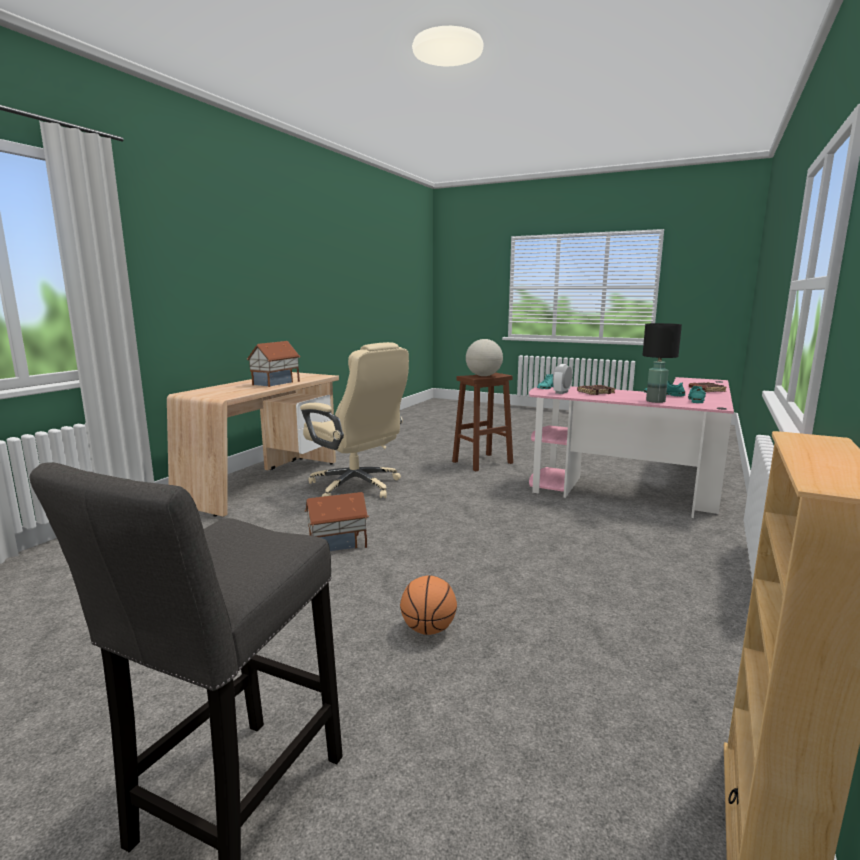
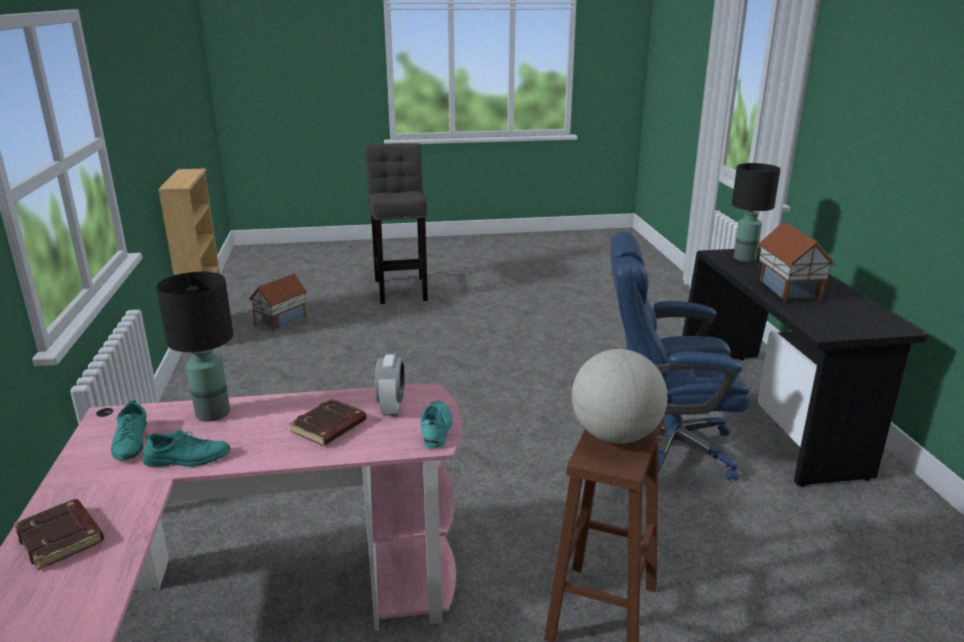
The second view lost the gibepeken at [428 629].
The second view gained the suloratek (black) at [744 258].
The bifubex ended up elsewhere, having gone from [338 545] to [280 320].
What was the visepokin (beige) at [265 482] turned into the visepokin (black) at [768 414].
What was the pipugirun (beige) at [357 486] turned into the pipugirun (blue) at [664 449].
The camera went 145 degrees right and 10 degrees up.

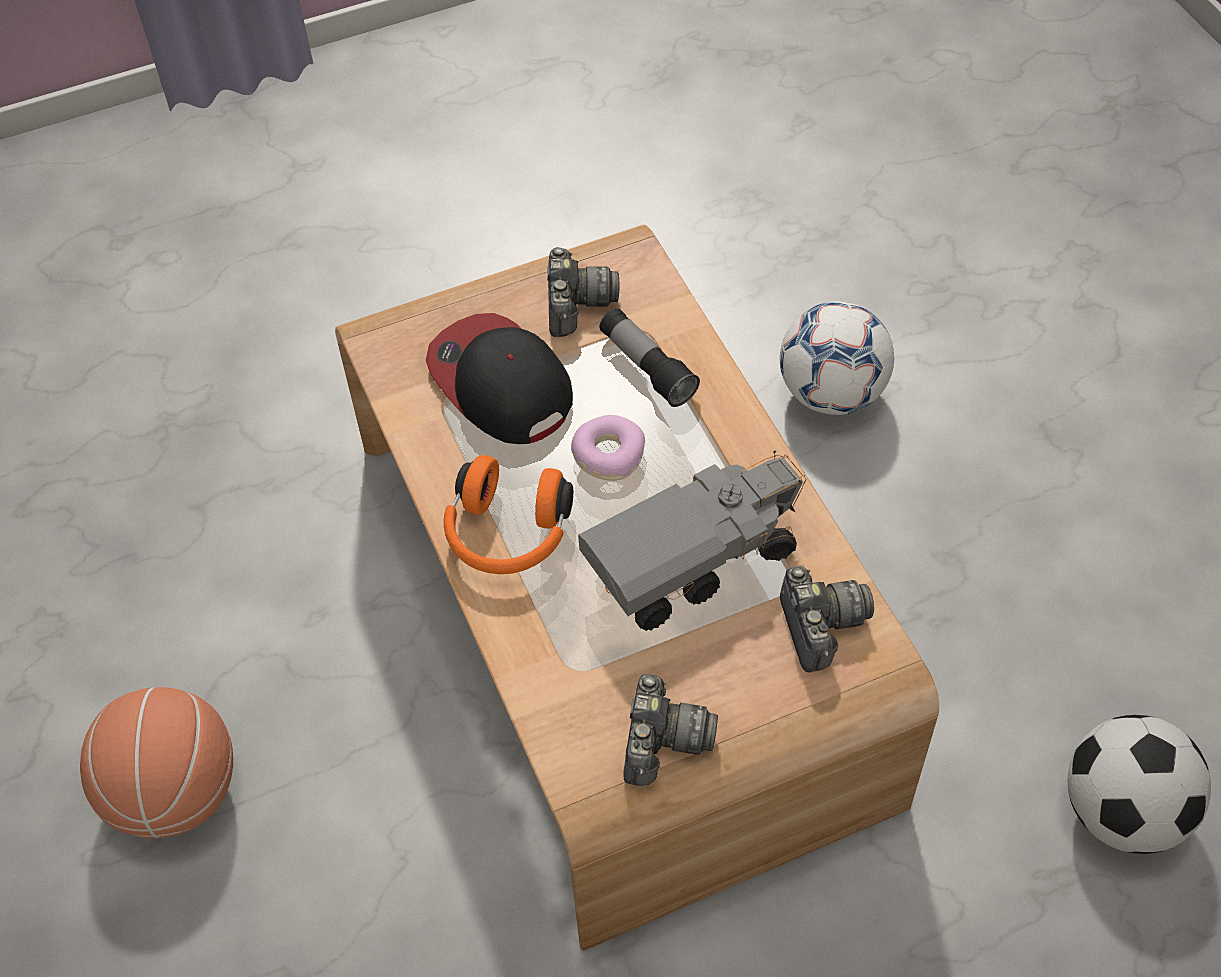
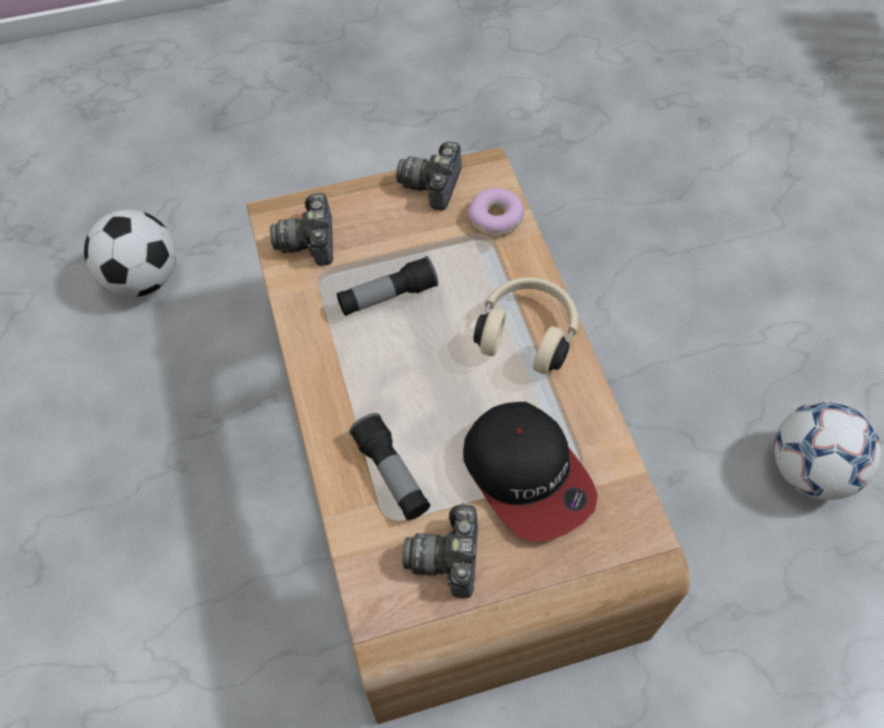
The second view lost the gibepeken at [175 792].
The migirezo ended up elsewhere, having gone from [608 455] to [495 218].
The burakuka ended up elsewhere, having gone from [831 393] to [809 470].
Where the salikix stood at [694 560], the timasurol came to stand at [387 296].
What was the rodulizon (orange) at [507 535] turned into the rodulizon (beige) at [527 333].
The camera went 175 degrees left and 5 degrees up.

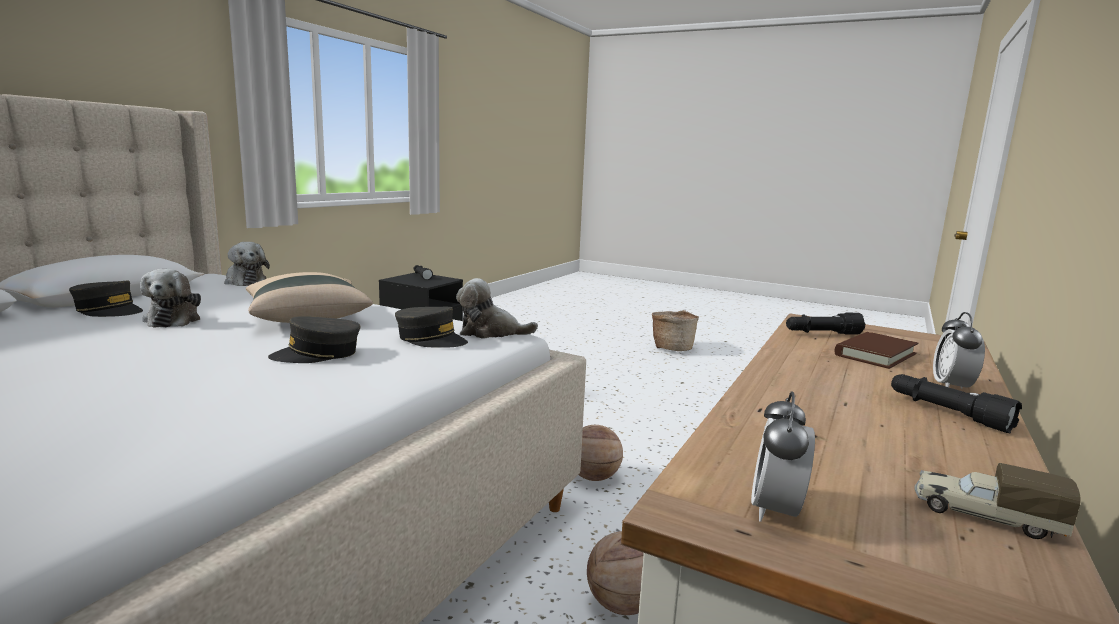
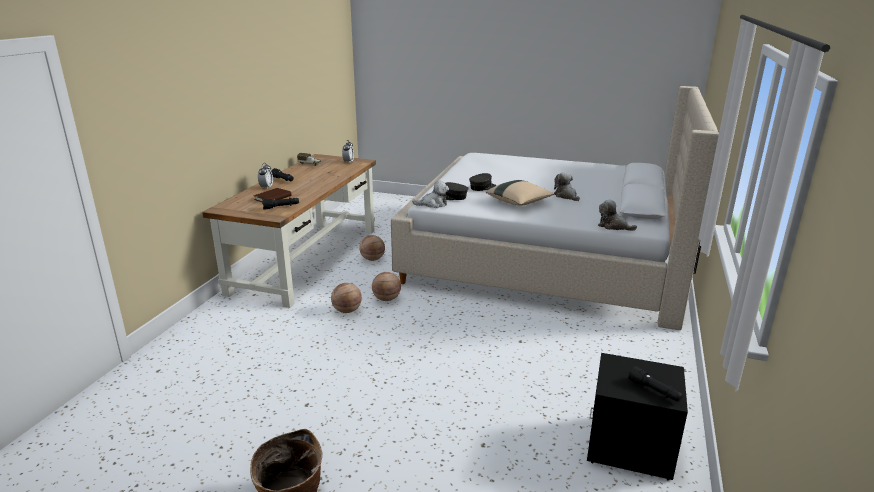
The second view lost the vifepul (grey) at [109 310].
The second view gained the gibepeken at [347 311].
The camera went 170 degrees right and 10 degrees up.

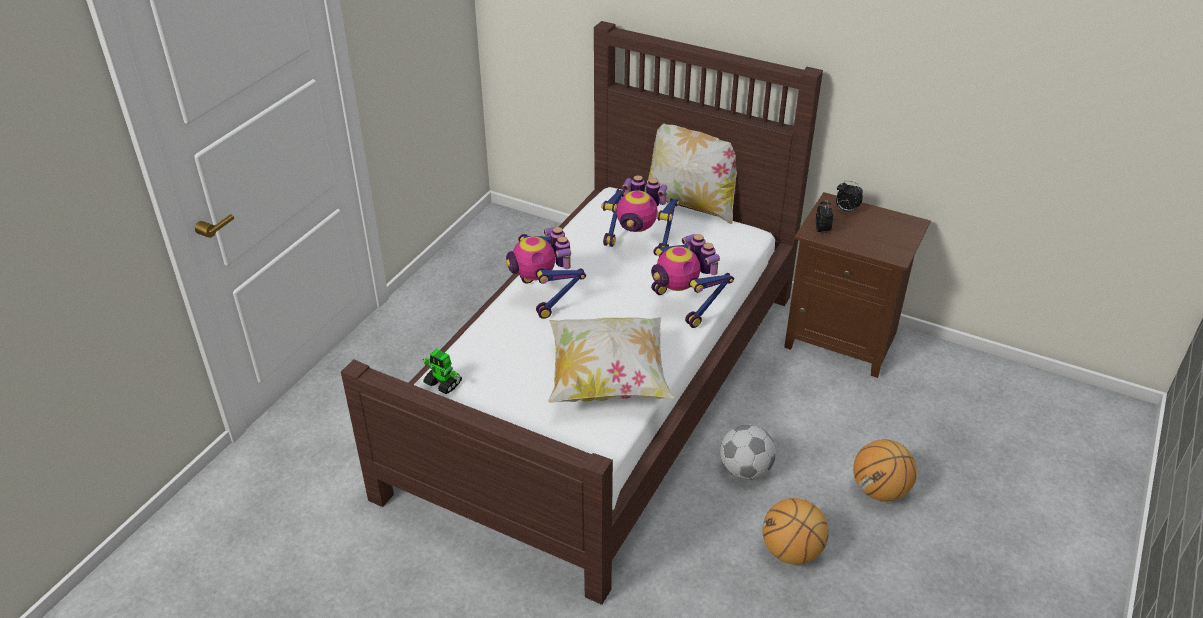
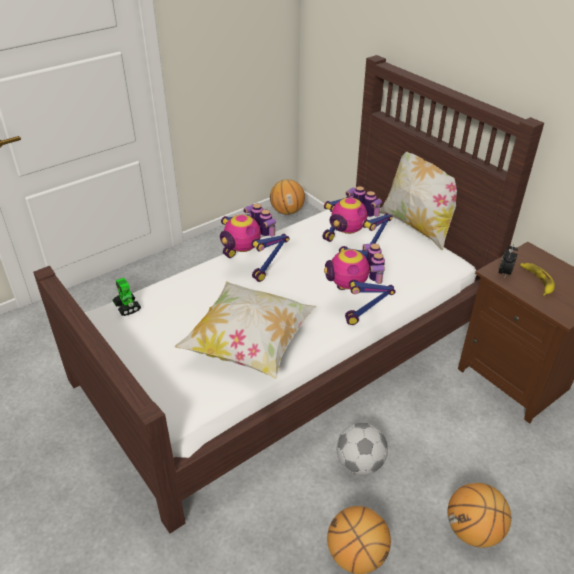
The second view lost the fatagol at [846 210].
The second view gained the gibepeken at [287 211].
The second view gained the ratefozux at [536 280].
The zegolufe at [545 296] ended up facing another way, 45 degrees counterclockwise from before.
The camera went 25 degrees right and 0 degrees up.

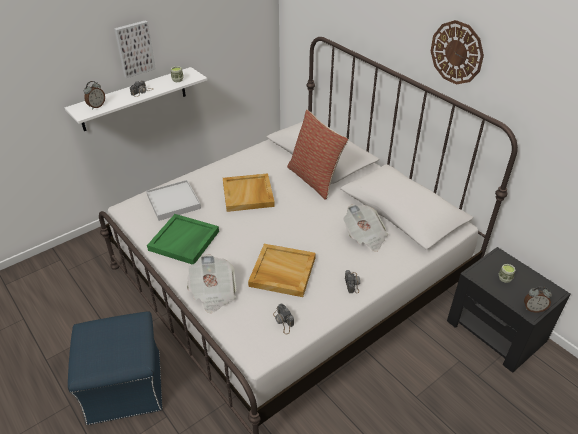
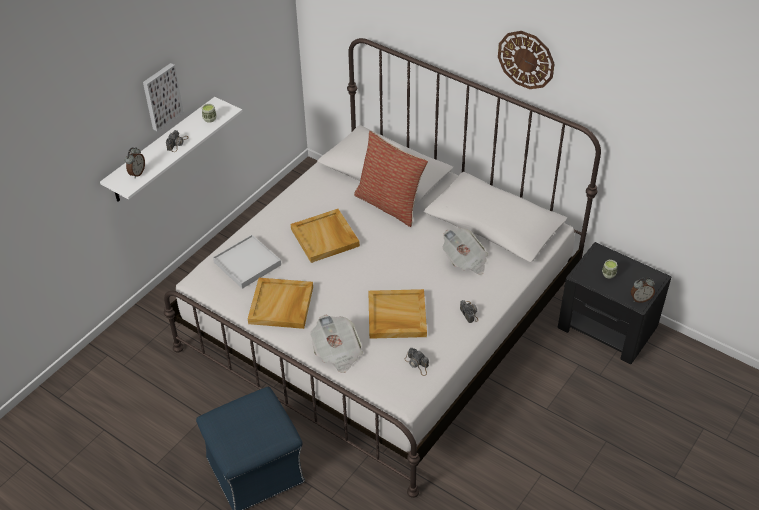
What was the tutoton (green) at [184 241] turned into the tutoton (beige) at [281 305].
The camera went 15 degrees left and 5 degrees up.

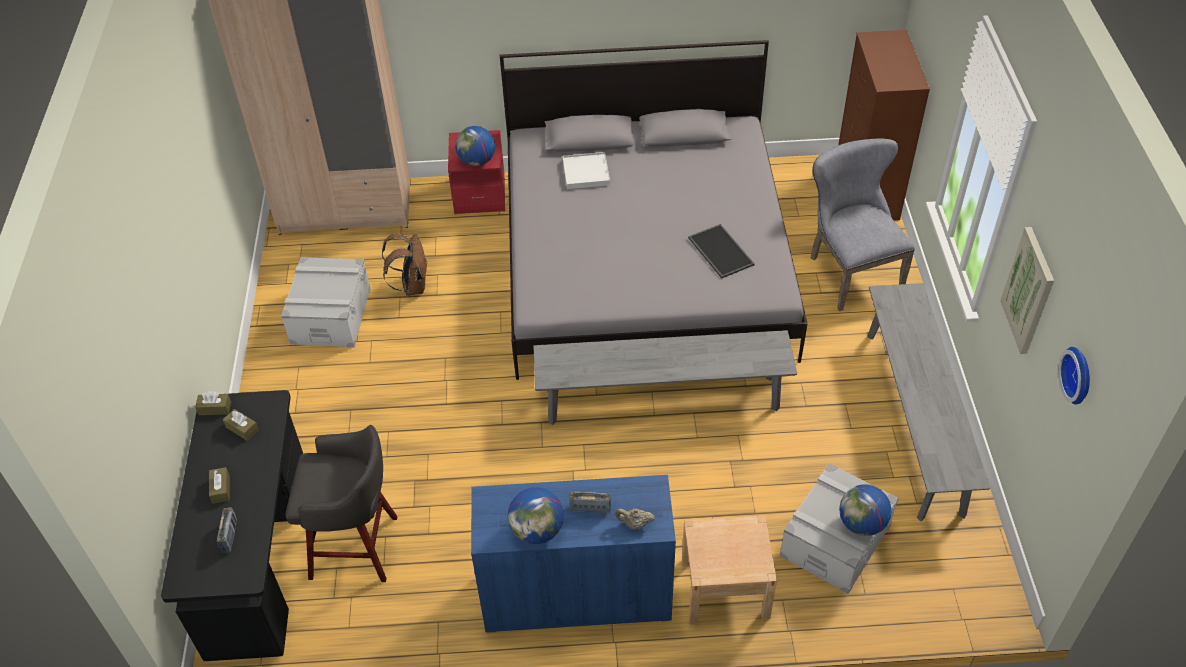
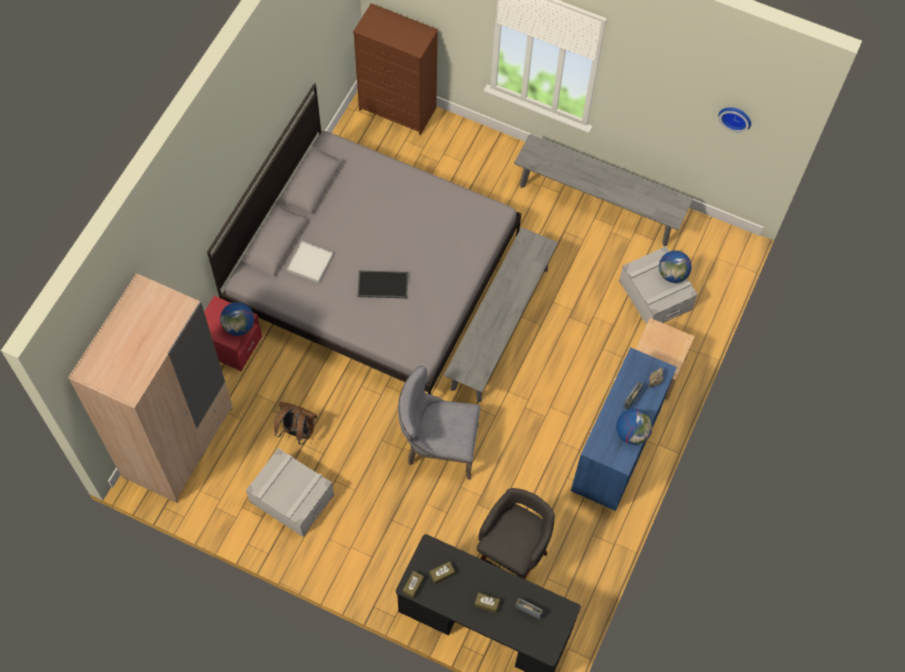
The second view lost the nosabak at [1029 291].
The tutoton ended up elsewhere, having gone from [719 251] to [382 285].
The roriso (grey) ended up elsewhere, having gone from [849 270] to [437 447].
The camera went 65 degrees left and 15 degrees up.

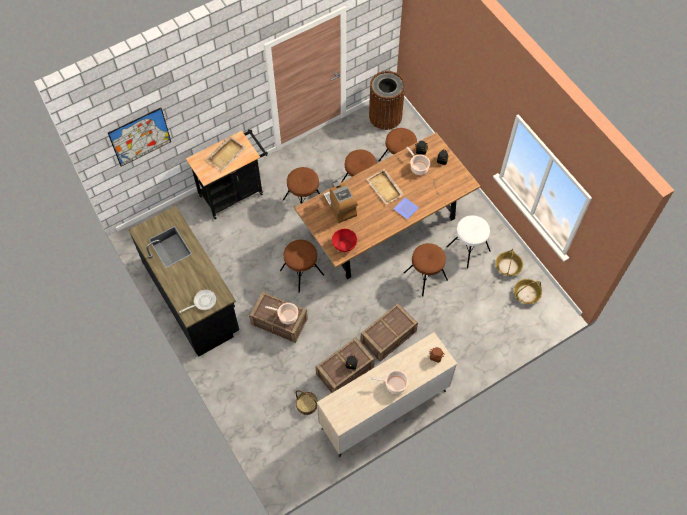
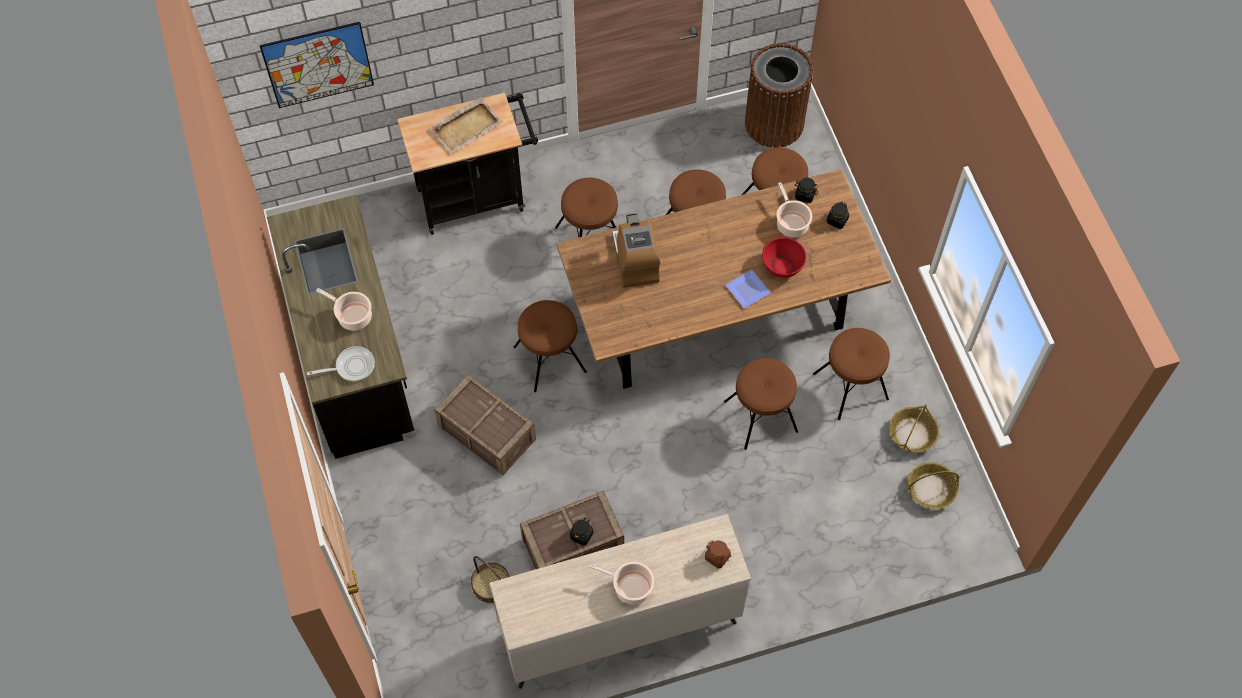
The second view lost the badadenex at [388 337].
The second view lost the tutoton (beige) at [385 188].
The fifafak ended up elsewhere, having gone from [286 316] to [353 316].
The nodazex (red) ended up elsewhere, having gone from [344 245] to [782 266].
What was the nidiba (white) at [468 248] turned into the nidiba (brown) at [850 386].
The camera went 15 degrees right and 0 degrees up.

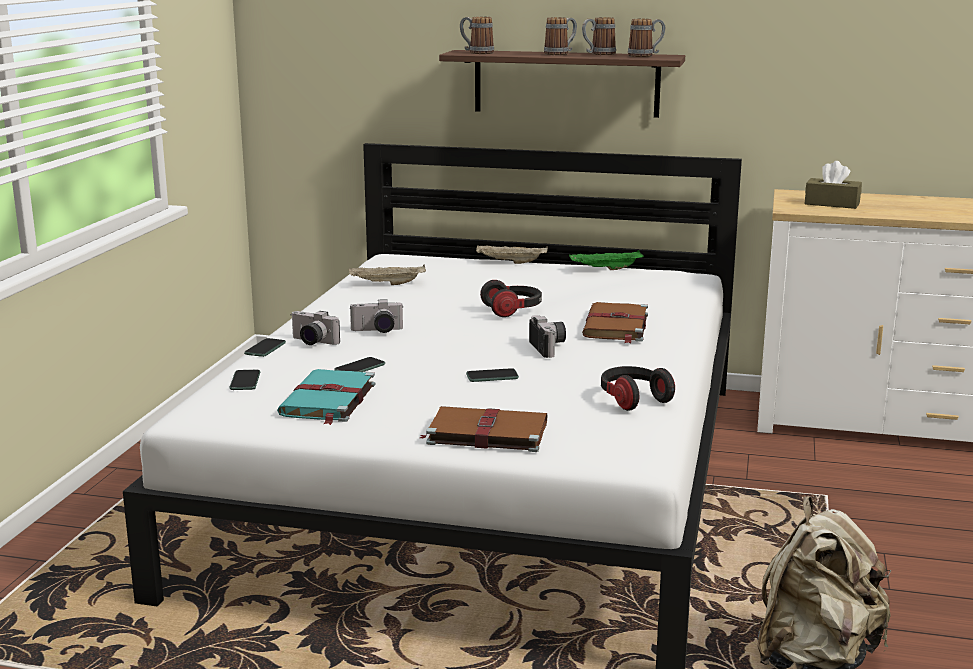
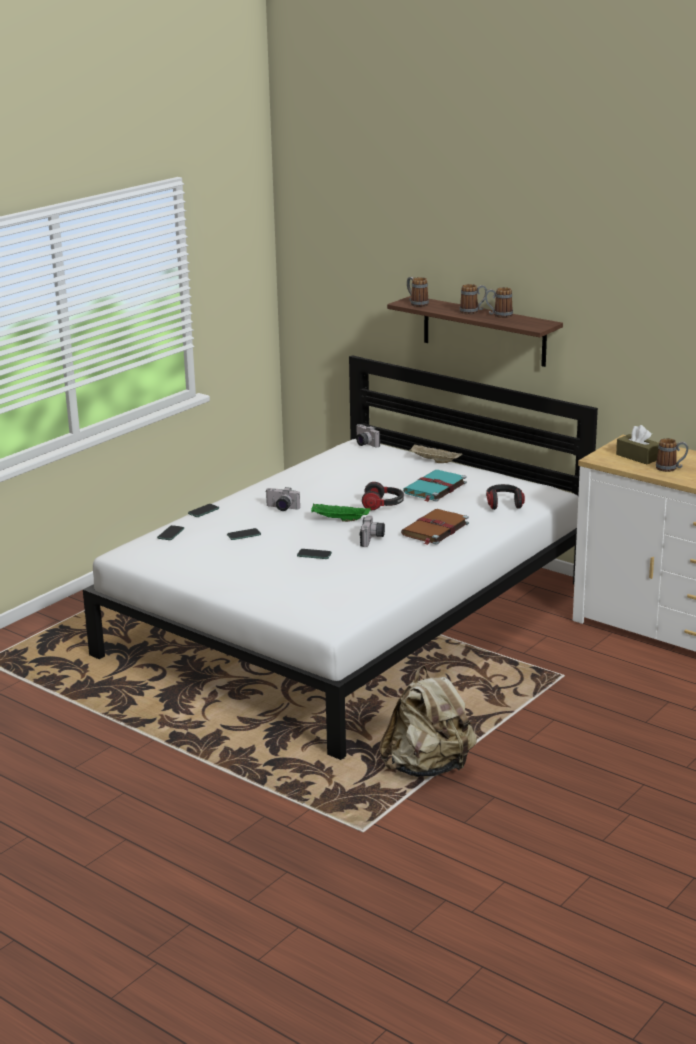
The second view lost the tutoton (beige) at [386 284].
The second view lost the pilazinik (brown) at [485 433].
The pilazinik (turquoise) ended up elsewhere, having gone from [328 400] to [434 488].
The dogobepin ended up elsewhere, having gone from [311 342] to [364 444].
The tutoton (green) ended up elsewhere, having gone from [605 269] to [339 520].
The rodulizon ended up elsewhere, having gone from [633 399] to [504 504].
The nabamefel ended up elsewhere, having gone from [645 55] to [671 468].
The camera went 25 degrees right and 5 degrees up.

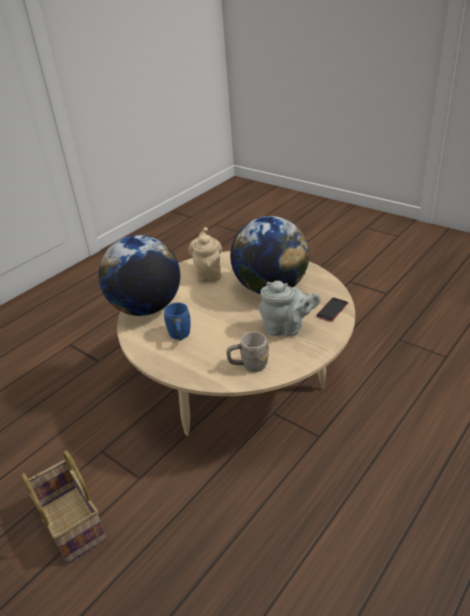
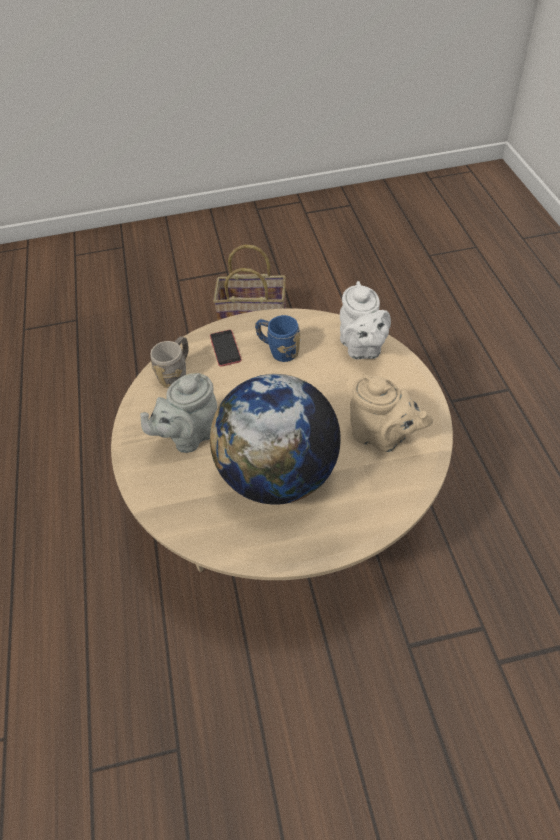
The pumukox ended up elsewhere, having gone from [332 309] to [225 348].
Where the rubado stood at [146 308], the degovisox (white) came to stand at [362 348].
The camera went 130 degrees right and 15 degrees up.

